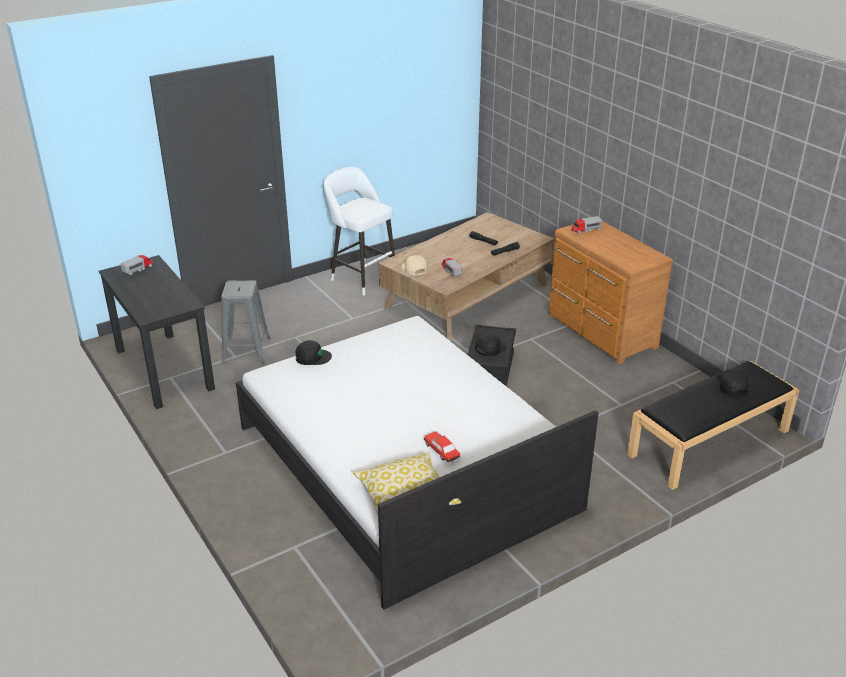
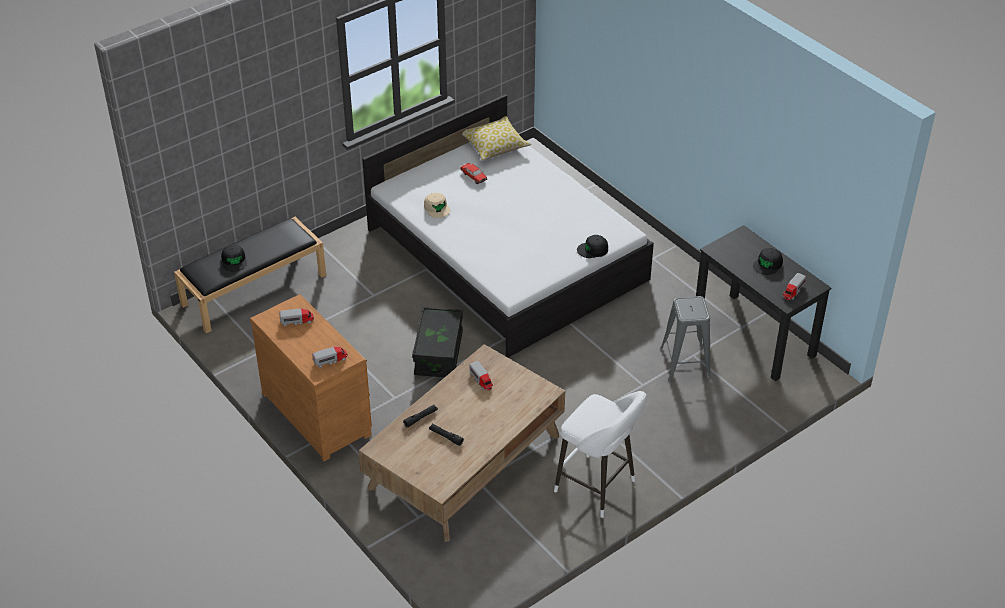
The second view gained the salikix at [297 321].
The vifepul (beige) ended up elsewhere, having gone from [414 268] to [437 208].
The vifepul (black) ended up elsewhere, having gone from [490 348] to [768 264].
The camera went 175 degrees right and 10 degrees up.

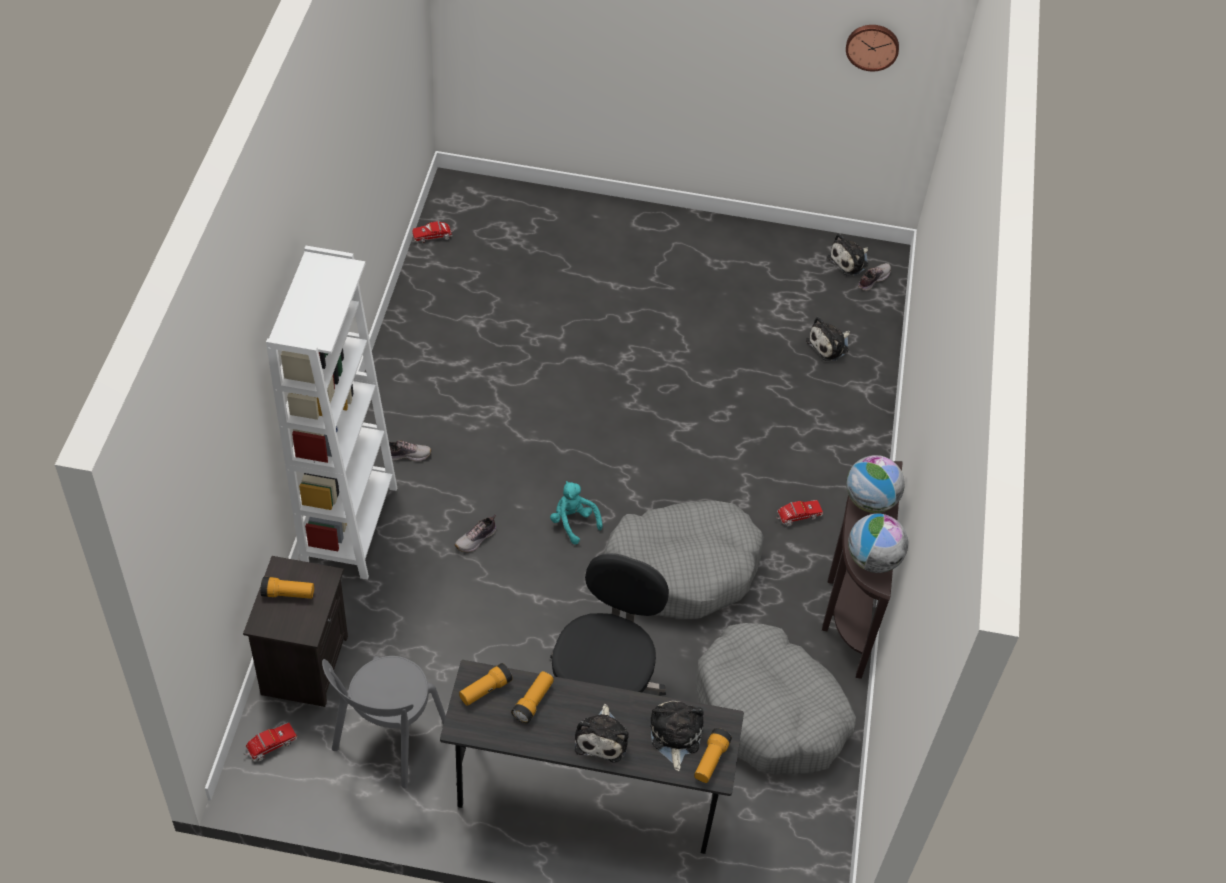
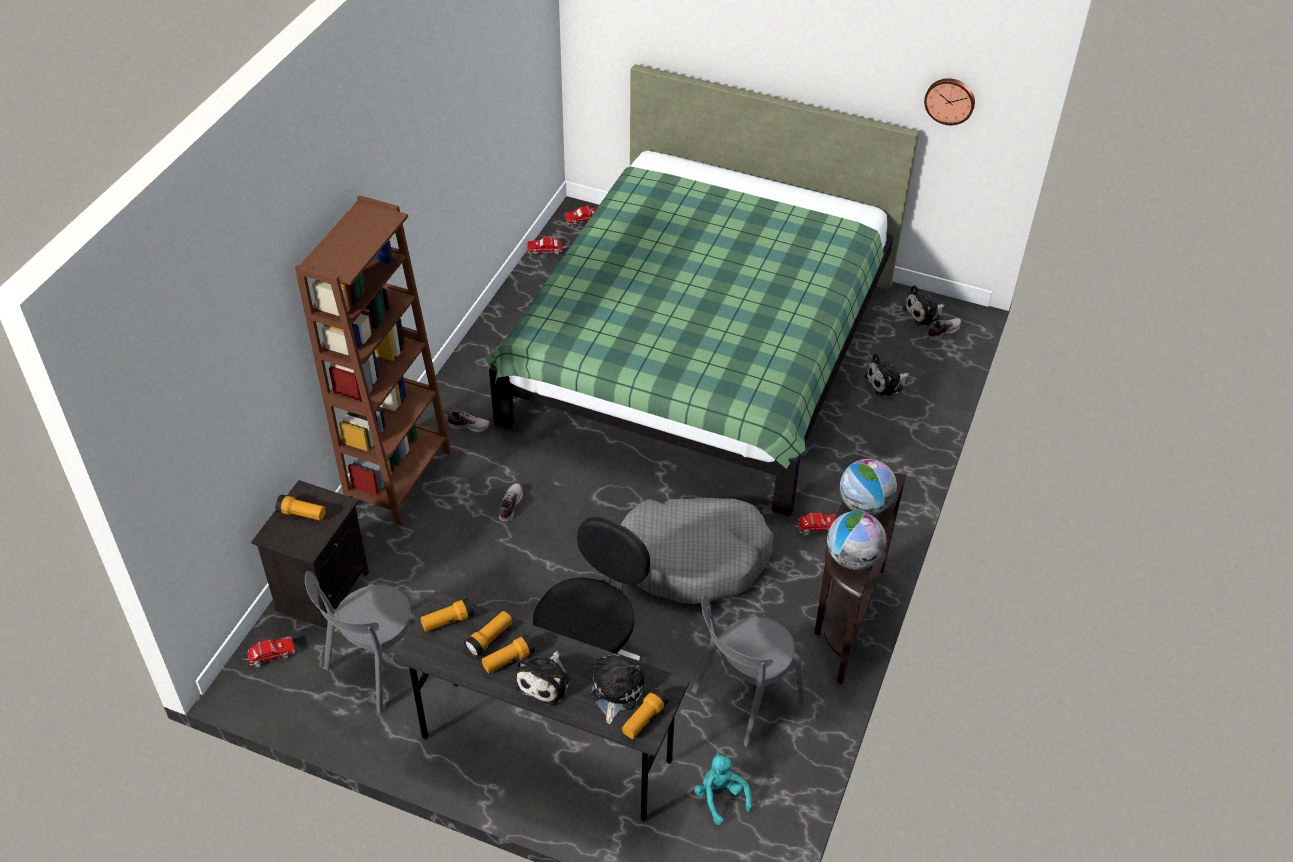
The second view gained the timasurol at [508 660].
The second view gained the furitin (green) at [700 352].
The second view gained the salikix at [584 219].
The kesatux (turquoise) ended up elsewhere, having gone from [573 522] to [721 797].
Where the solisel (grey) stood at [770 711], the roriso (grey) came to stand at [744 700].
What was the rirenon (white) at [350 527] turned into the rirenon (brown) at [399 479].
The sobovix at [476 539] ended up facing another way, 135 degrees clockwise from before.
The camera went 15 degrees right and 5 degrees down.

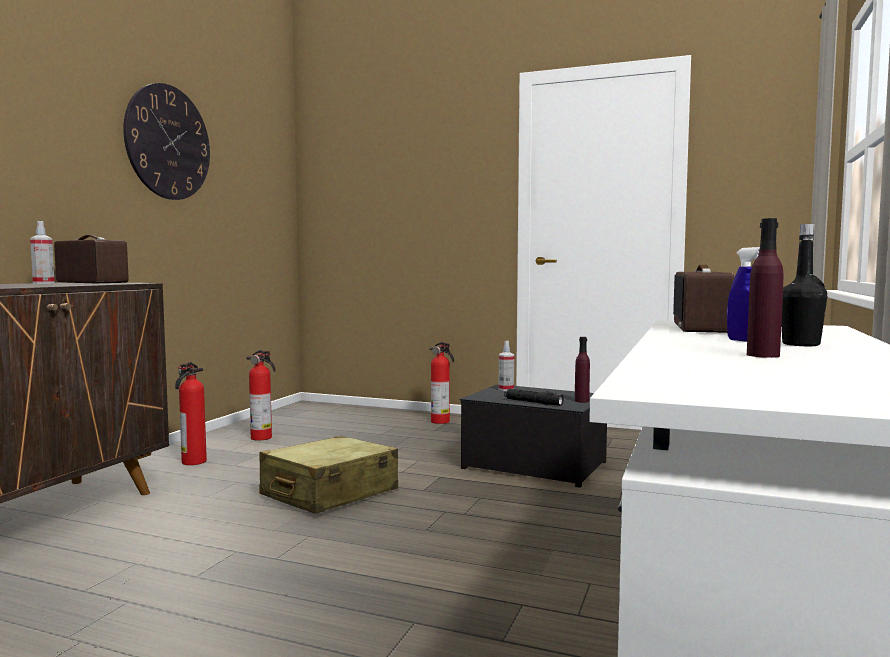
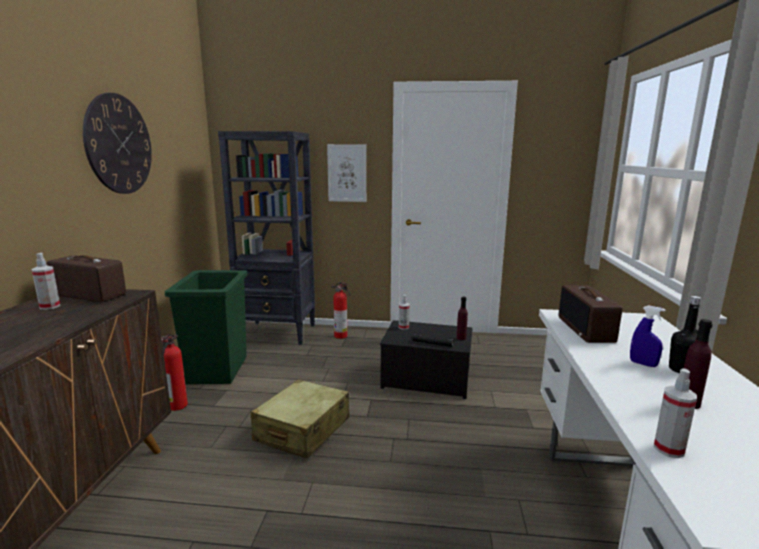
The second view gained the rirenon (black) at [278 333].
The second view gained the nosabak at [347 173].
The second view gained the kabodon at [668 449].
Where the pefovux stood at [262 437], the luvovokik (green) came to stand at [218 369].
The camera went 15 degrees left and 10 degrees up.

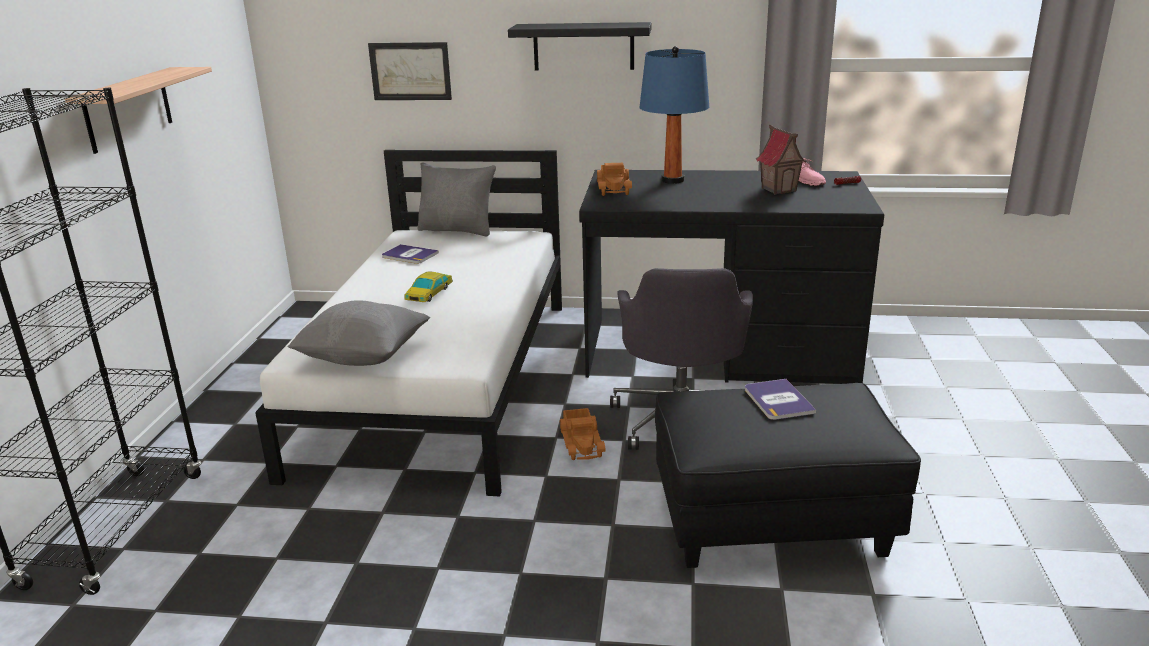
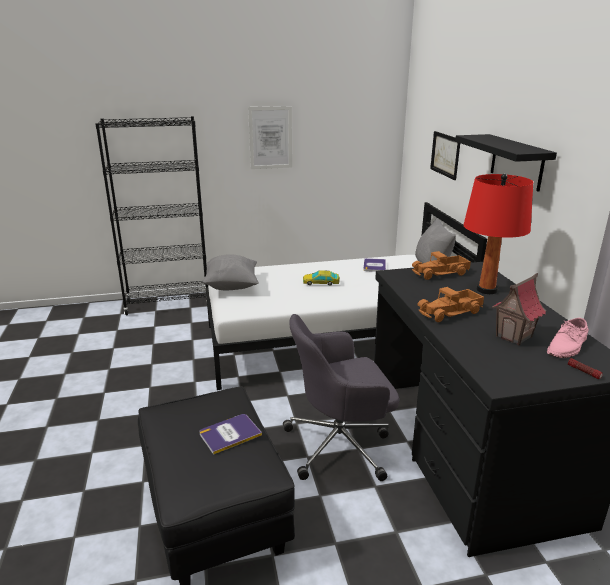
The salikix ended up elsewhere, having gone from [583 442] to [451 312].
Where the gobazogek hung at [128 109], the nosabak came to hang at [270 138].
What was the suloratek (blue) at [672 180] turned into the suloratek (red) at [487 290].
The camera went 70 degrees right and 0 degrees up.

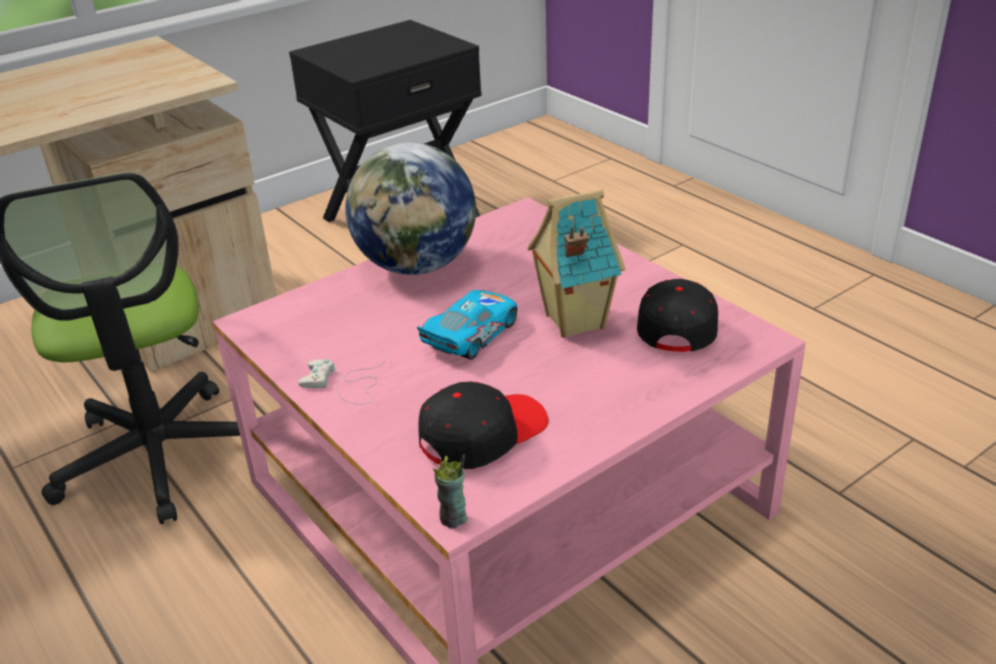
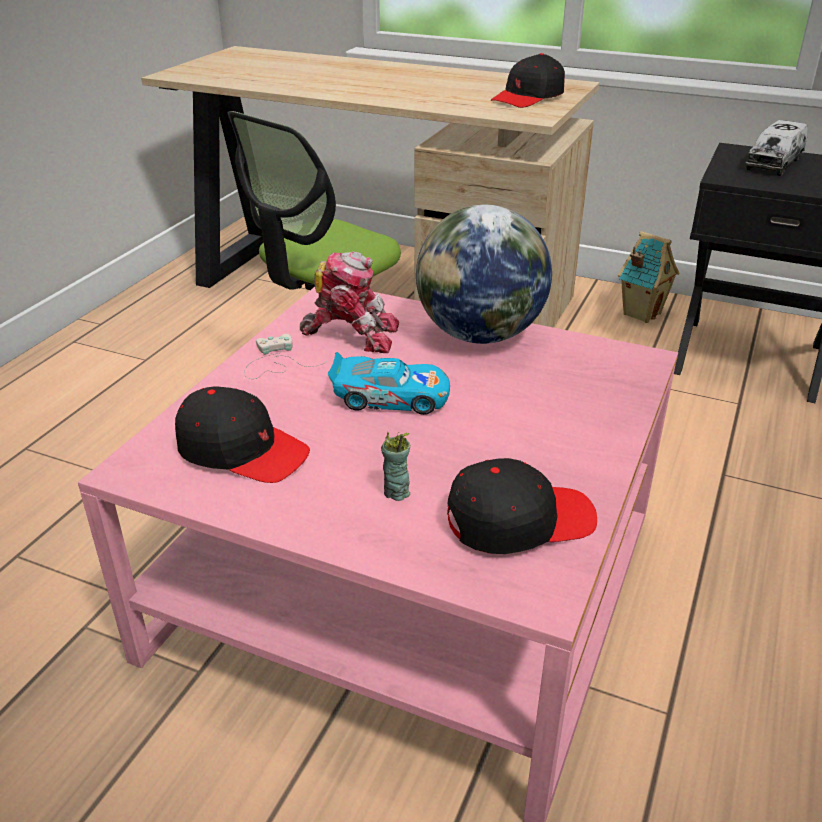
The second view gained the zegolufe at [352 333].
The second view gained the vifepul (black) at [528 97].
The second view gained the salikix at [774 163].
The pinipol ended up elsewhere, having gone from [453 519] to [396 492].
The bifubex ended up elsewhere, having gone from [573 321] to [641 313].
The camera went 60 degrees right and 0 degrees up.

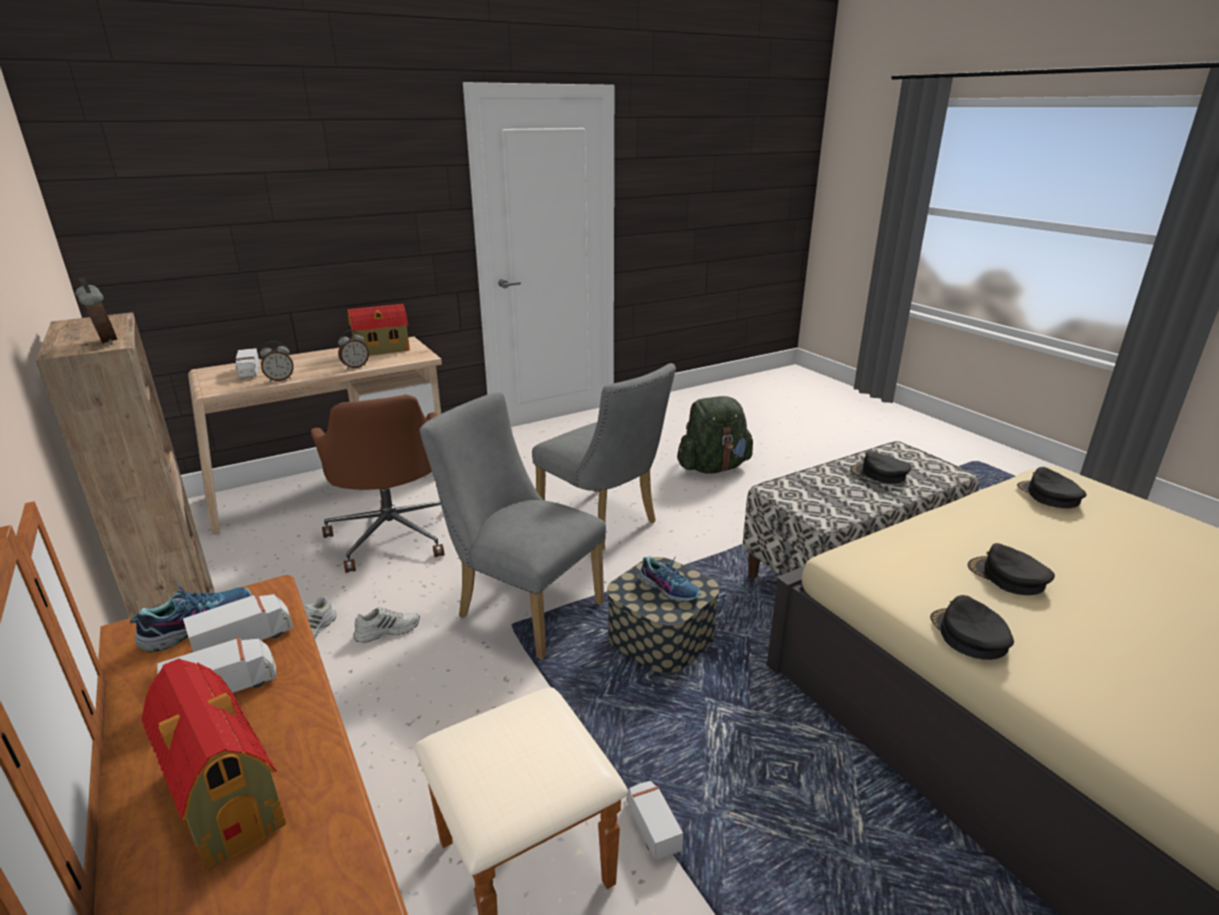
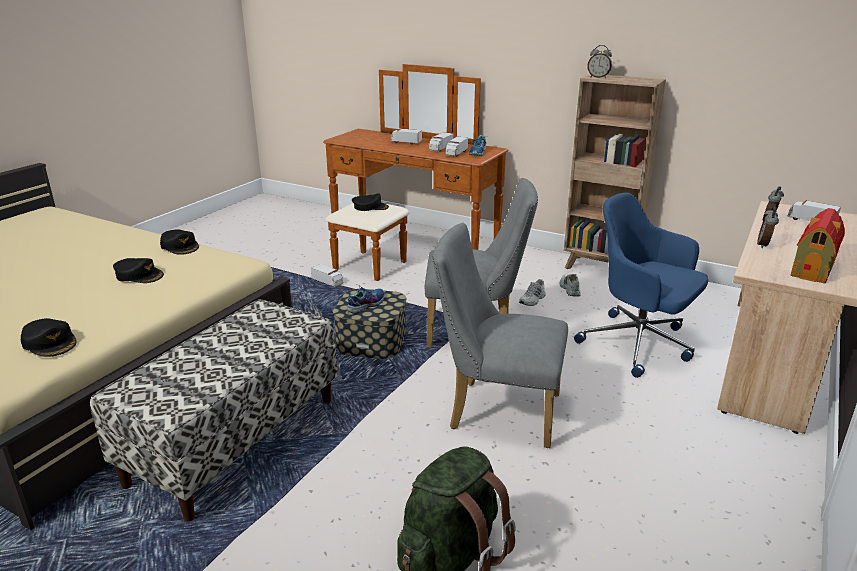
The vifepul (black) ended up elsewhere, having gone from [879 474] to [370 207].
Where the bifubex stood at [223 795], the salikix came to stand at [405 142].
What was the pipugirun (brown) at [393 534] turned into the pipugirun (blue) at [639 344].
The sobovix at [669 588] ended up facing another way, 120 degrees clockwise from before.
The camera went 150 degrees right and 0 degrees up.

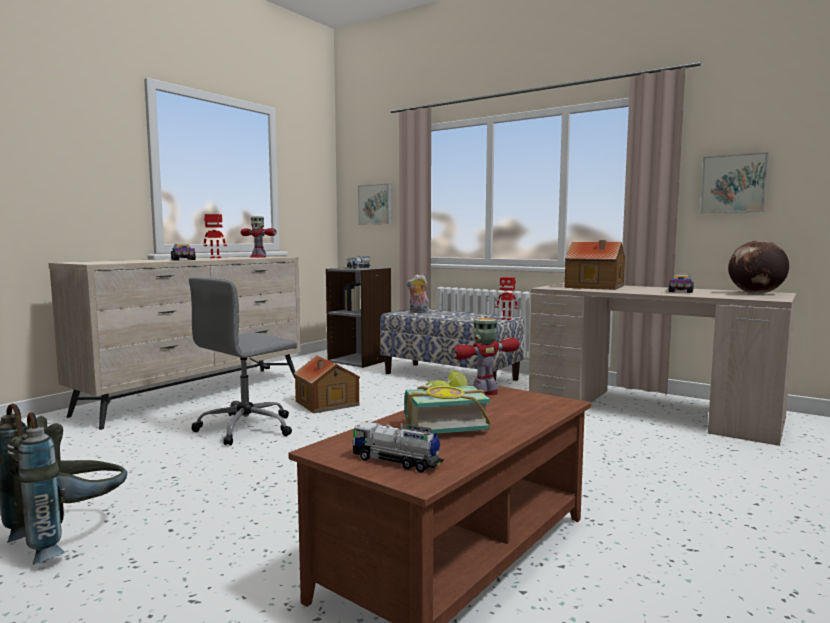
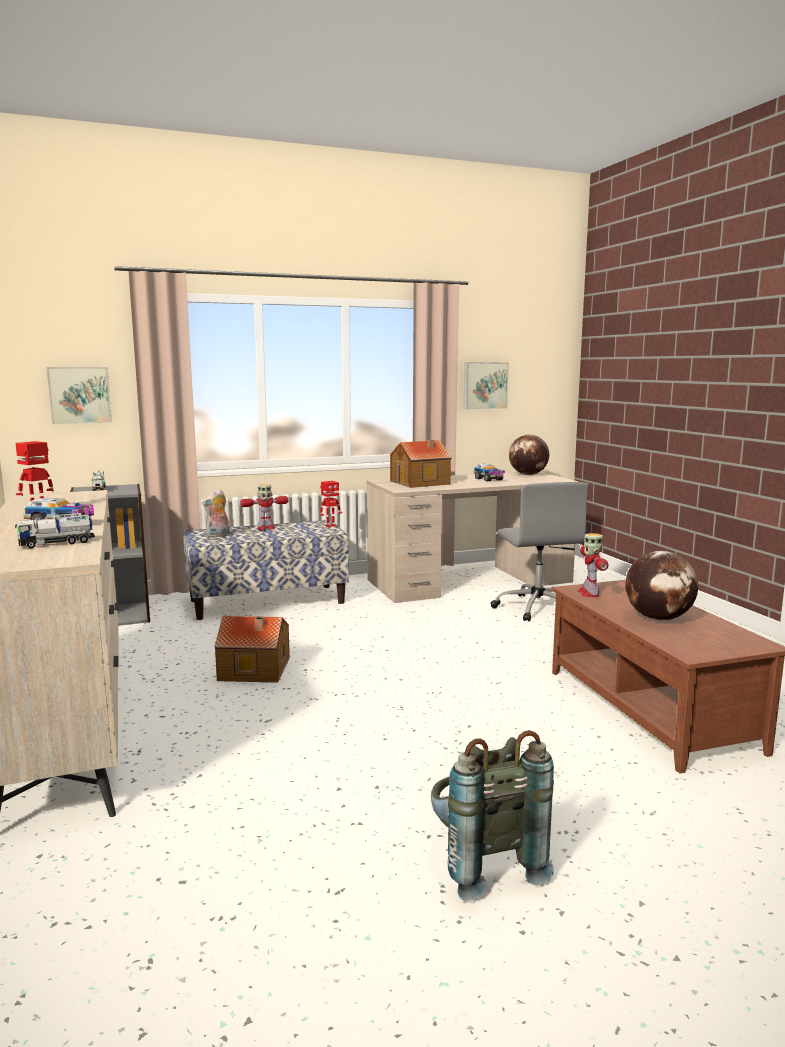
The pipugirun (grey) ended up elsewhere, having gone from [247 428] to [537 607].
The zegolufe ended up elsewhere, having gone from [258 257] to [265 528].
The salikix ended up elsewhere, having gone from [396 462] to [57 543].
Where the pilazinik stood at [443 425], the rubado came to stand at [659 618].
The camera went 55 degrees left and 5 degrees up.

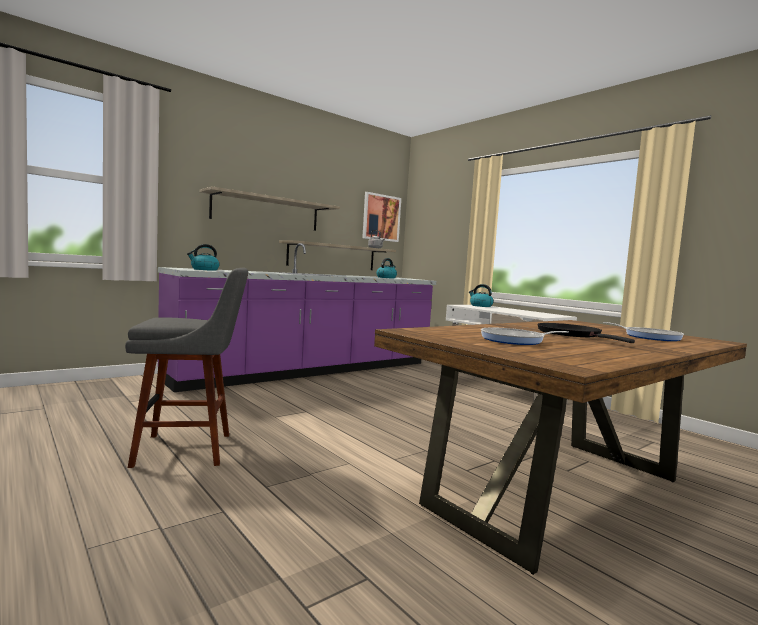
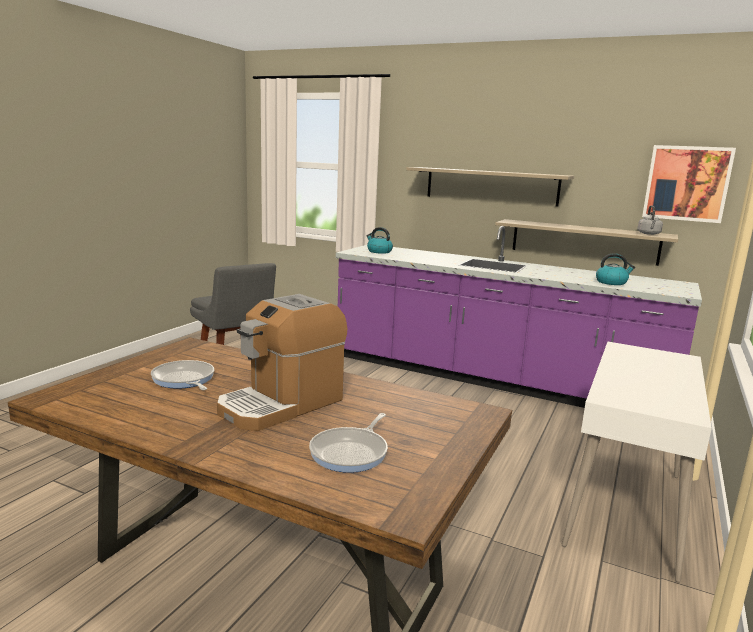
The second view lost the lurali at [480 306].
Where the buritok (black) stood at [572 335], the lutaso came to stand at [281 404].
The camera went 65 degrees right and 10 degrees up.

